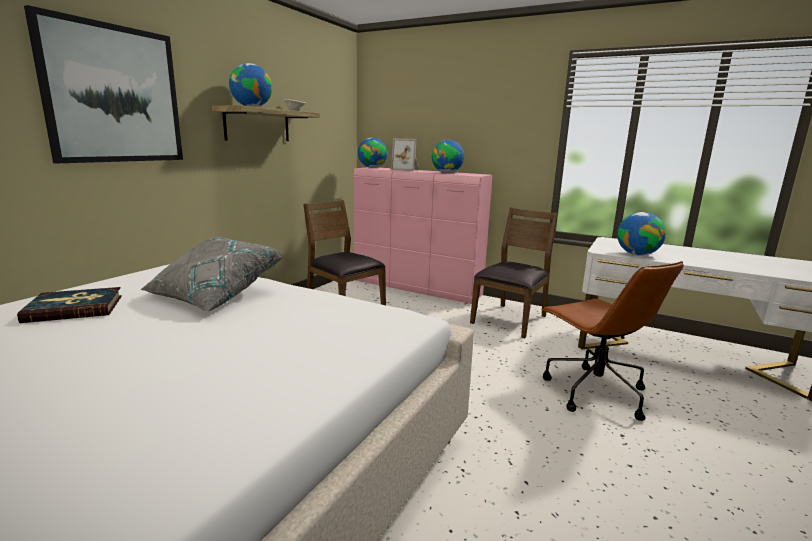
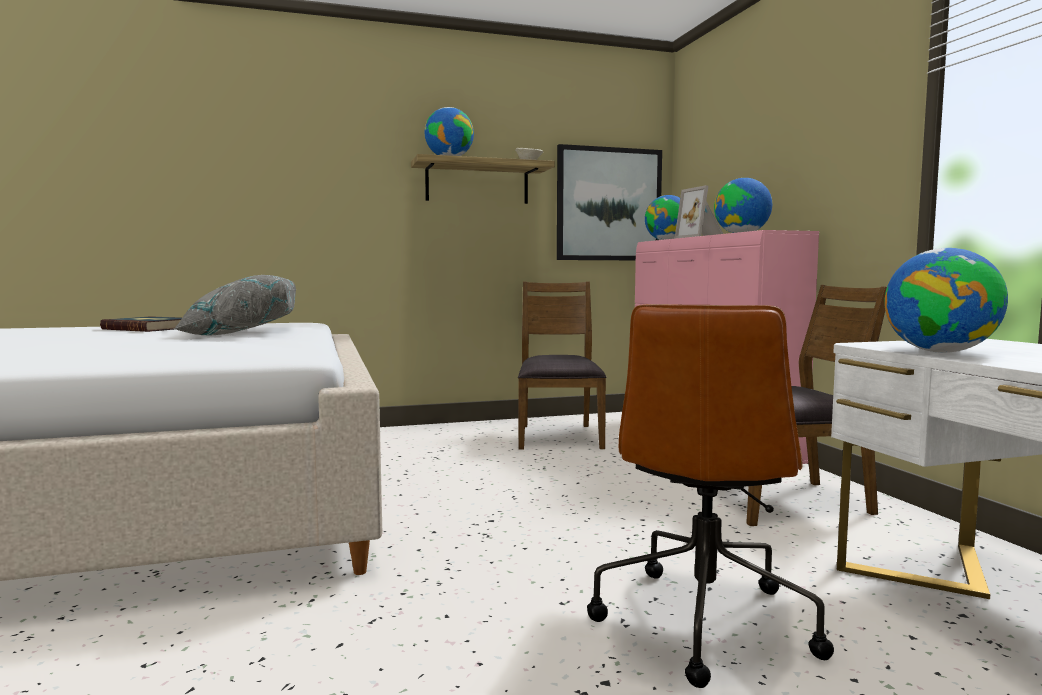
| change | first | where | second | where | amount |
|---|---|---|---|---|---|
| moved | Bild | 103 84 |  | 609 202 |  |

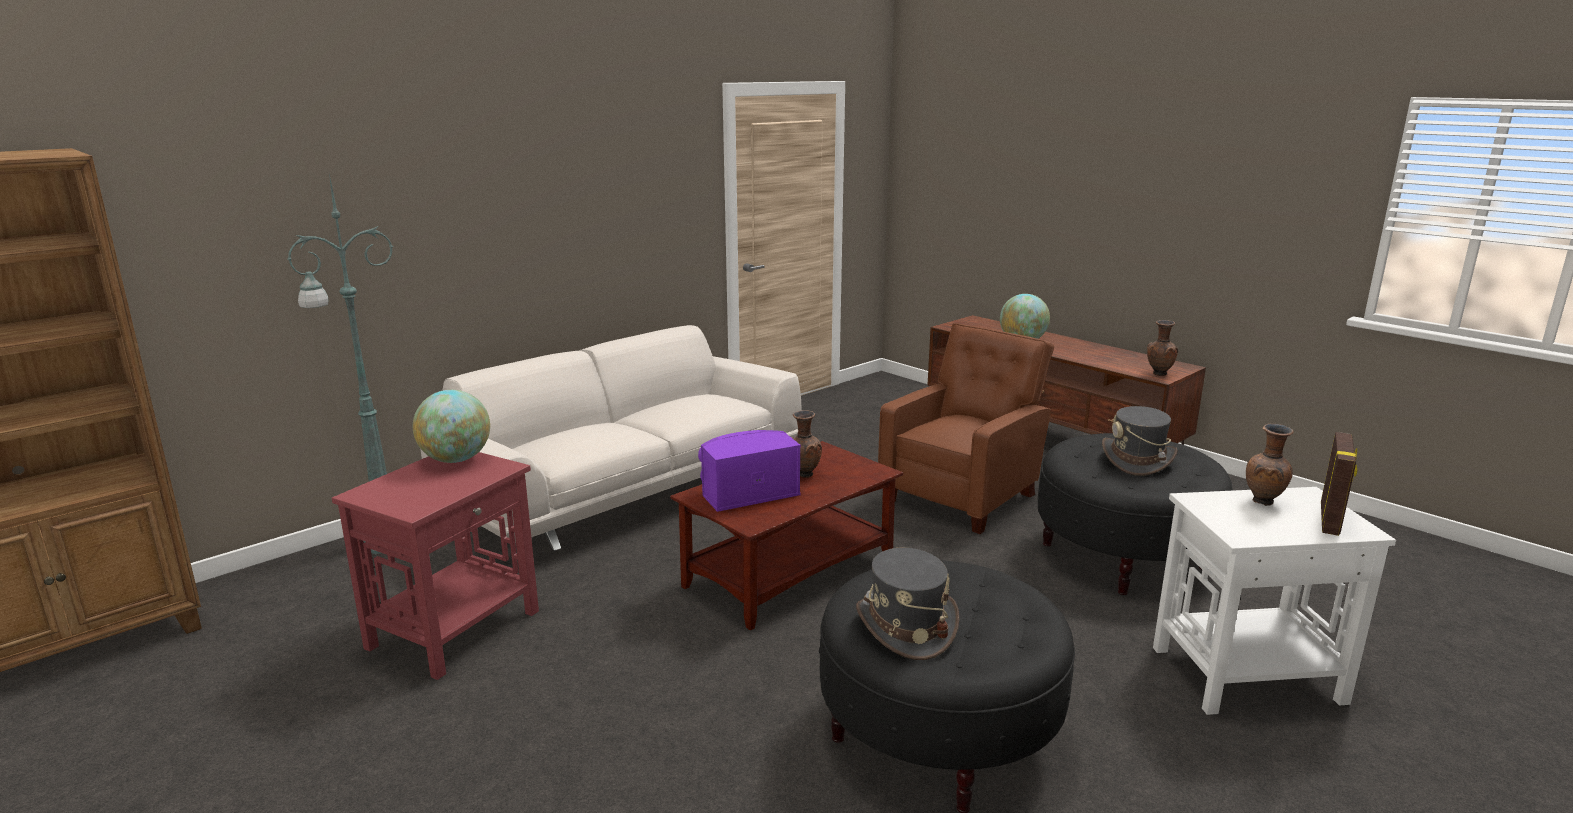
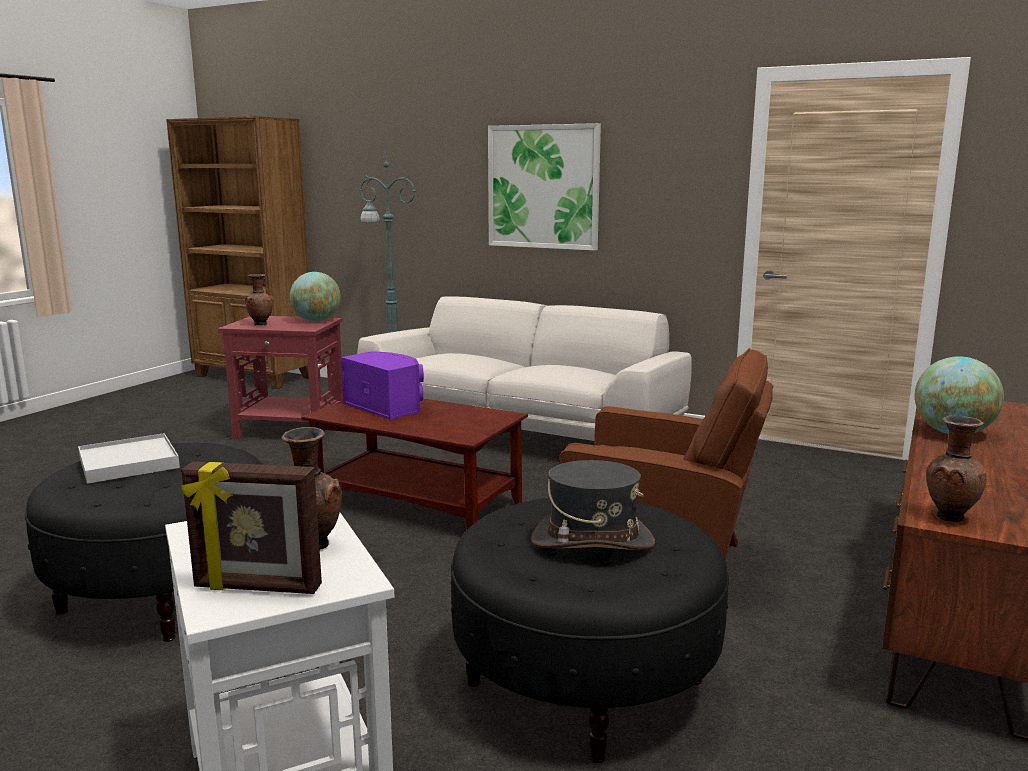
| change | first | where | second | where | amount |
|---|---|---|---|---|---|
| added |  |  | Bild | 544 187 |  |
| moved | Vase (braun) | 806 444 |  | 259 299 |  |
| replaced | Hut (grau) | 908 603 | Tablett (weiß) | 129 458 |  |

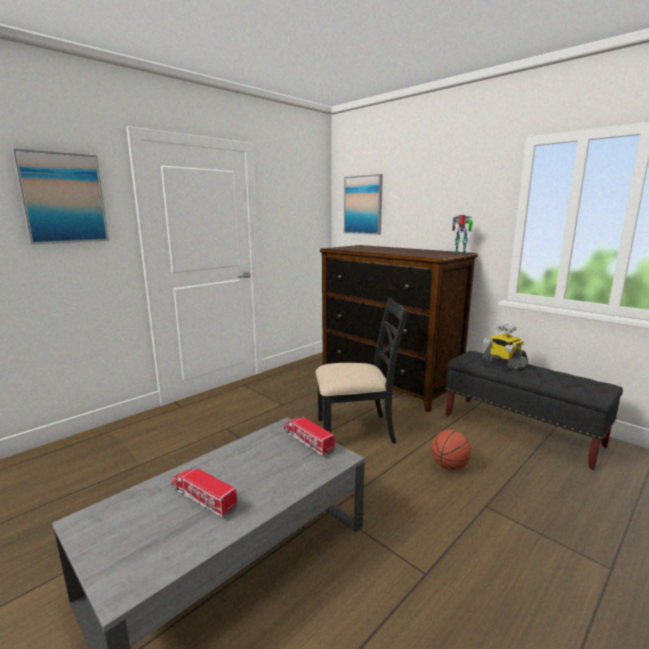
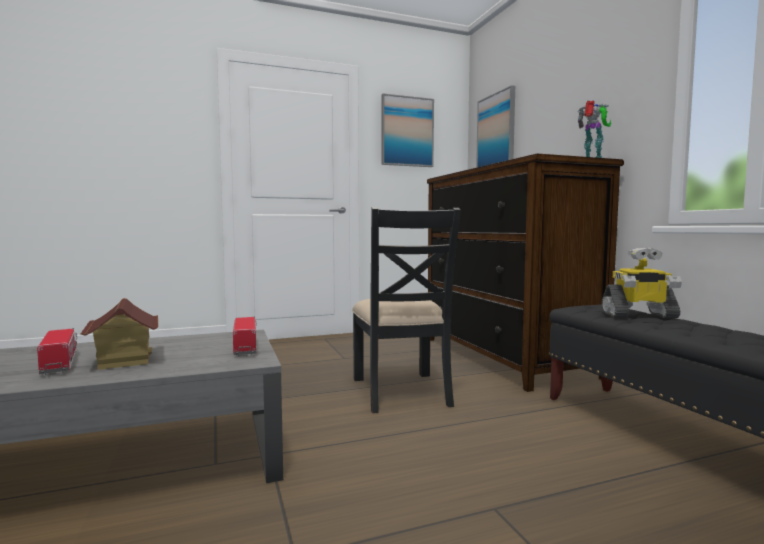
| change | first | where | second | where | amount |
|---|---|---|---|---|---|
| removed | Basketball | 451 450 |  |  |  |
| added |  |  | Spielzeughaus | 119 334 |  |
| moved | Bild | 60 196 |  | 408 130 |  |
| turned | Stuhl (schwarz) | 362 370 |  | 406 310 | 60 degrees clockwise |
| turned | Spielzeugroboter | 505 347 |  | 642 283 | 75 degrees counterclockwise |

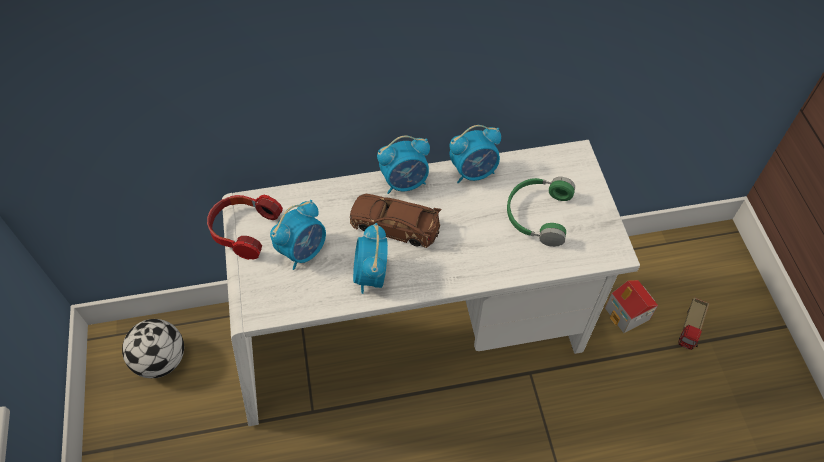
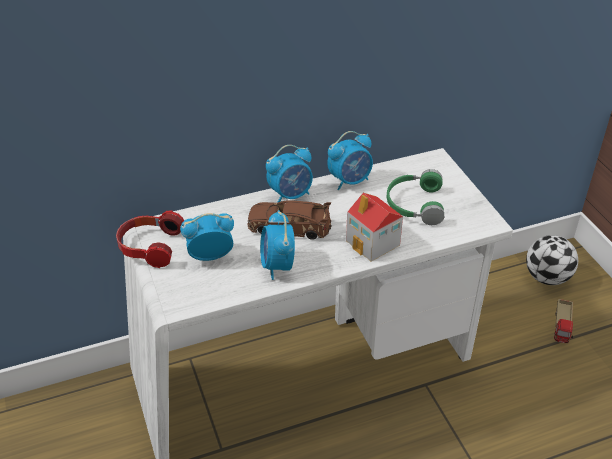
| change | first | where | second | where | amount |
|---|---|---|---|---|---|
| moved | Fußball | 153 348 |  | 552 260 |  |
| moved | Spielzeughaus | 631 307 |  | 374 227 |  |
| turned | Wecker | 298 235 |  | 207 237 | 135 degrees counterclockwise |

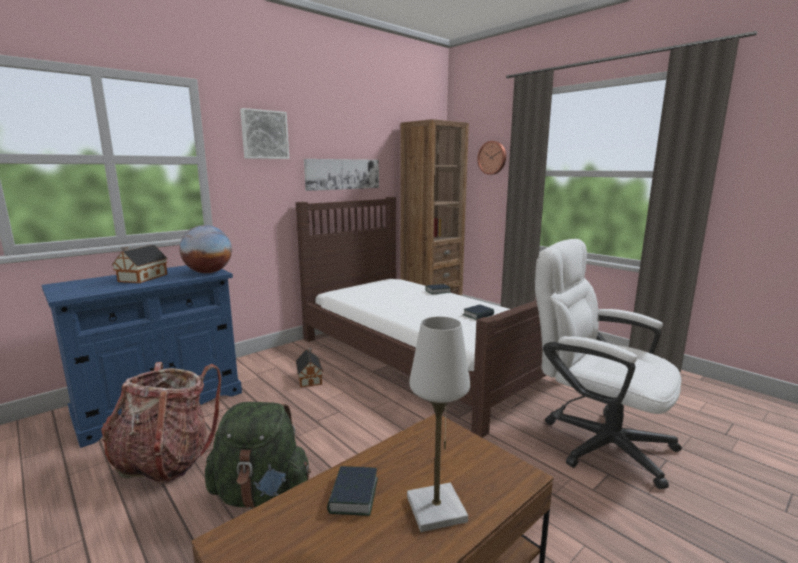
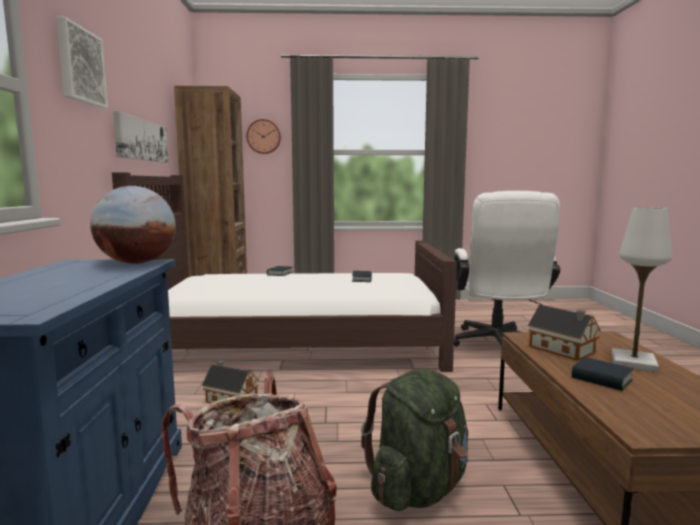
| change | first | where | second | where | amount |
|---|---|---|---|---|---|
| moved | Spielzeughaus | 140 264 |  | 564 333 |  |
| turned | Bürostuhl (weiß) | 608 364 |  | 507 268 | 75 degrees counterclockwise |

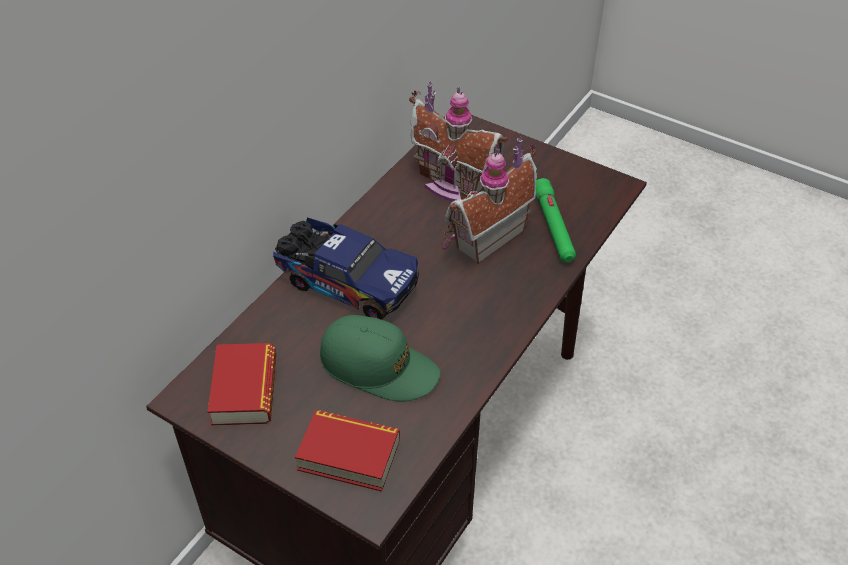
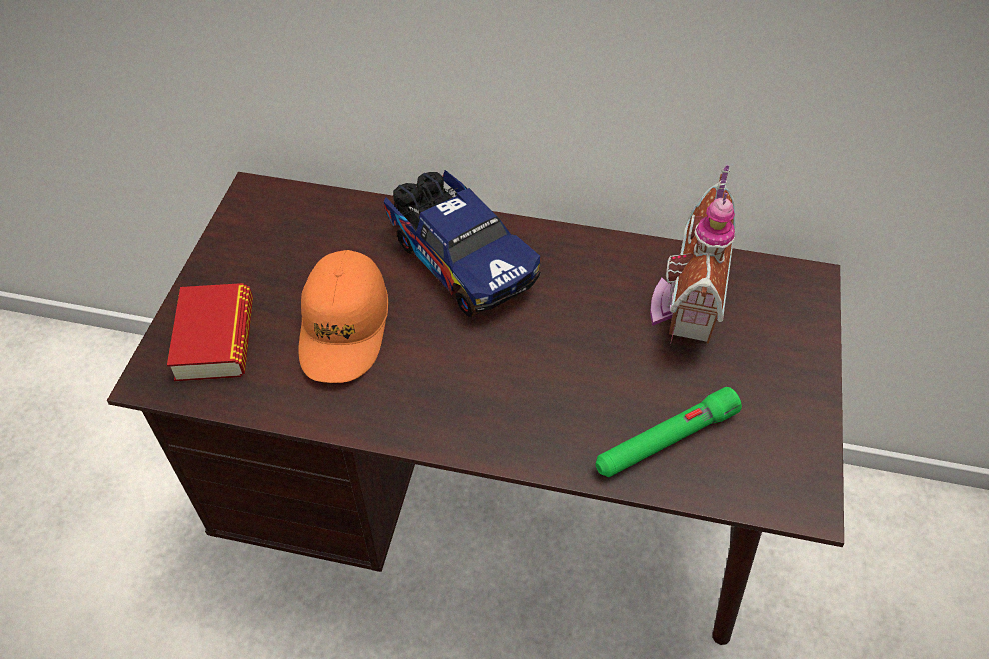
| change | first | where | second | where | amount |
|---|---|---|---|---|---|
| removed | Buch | 242 384 |  |  |  |
| removed | Spielzeughaus | 489 200 |  |  |  |
| recoloured | Kappe (grün) | 380 358 | Kappe (orange) | 343 316 |  |
| turned | Spielzeuglaster | 346 269 |  | 462 244 | 45 degrees counterclockwise |

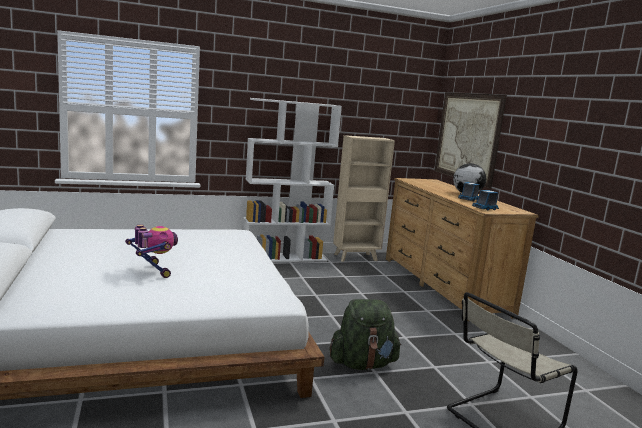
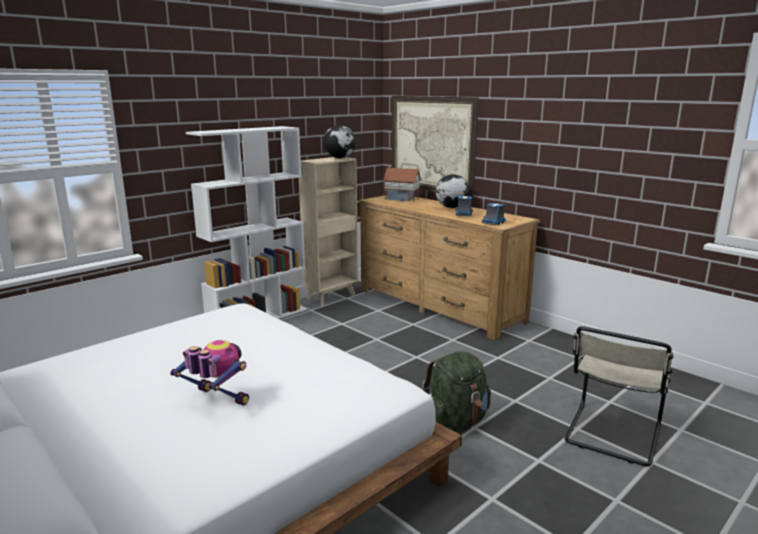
| change | first | where | second | where | amount |
|---|---|---|---|---|---|
| added |  |  | Globus | 339 141 |  |
| added |  |  | Spielzeughaus | 402 185 |  |

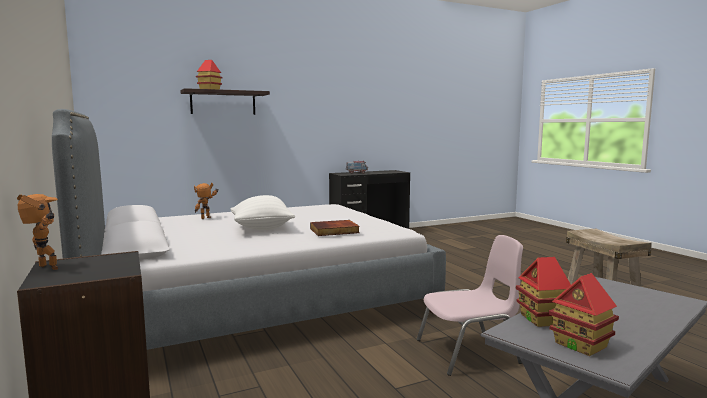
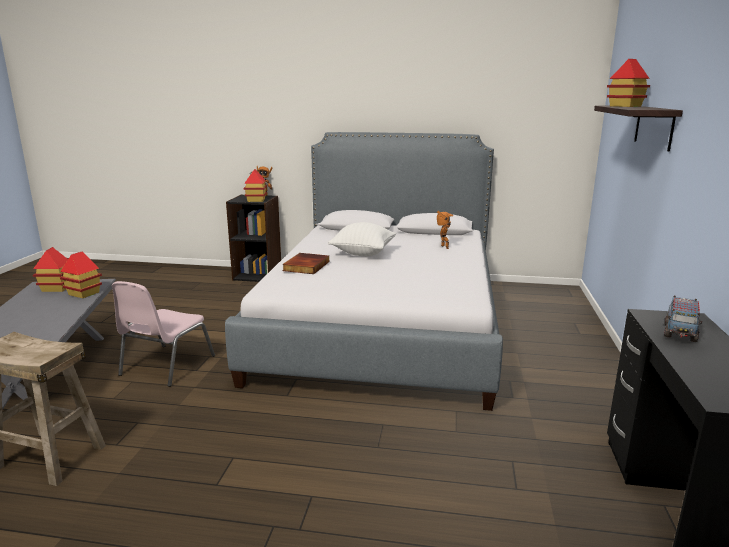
| change | first | where | second | where | amount |
|---|---|---|---|---|---|
| added |  |  | Spielzeughaus | 255 185 |  |

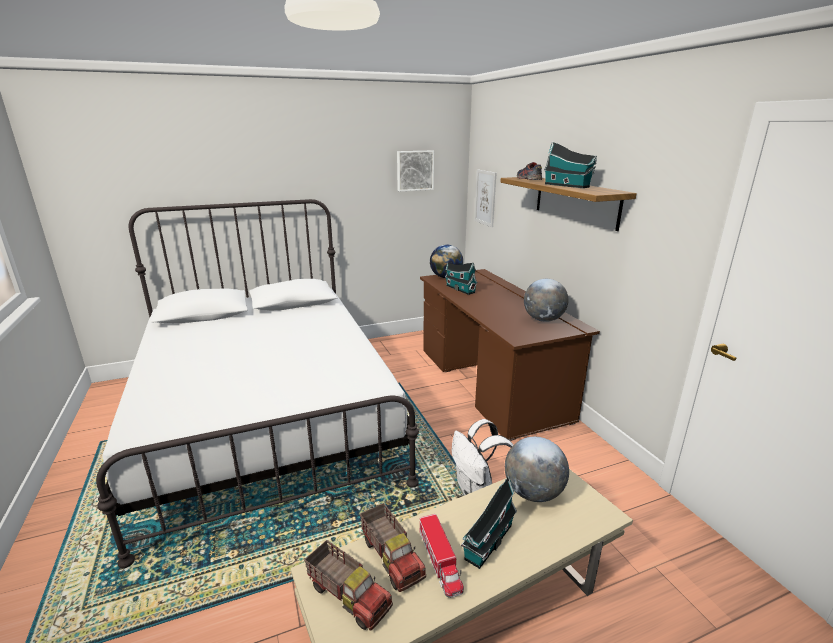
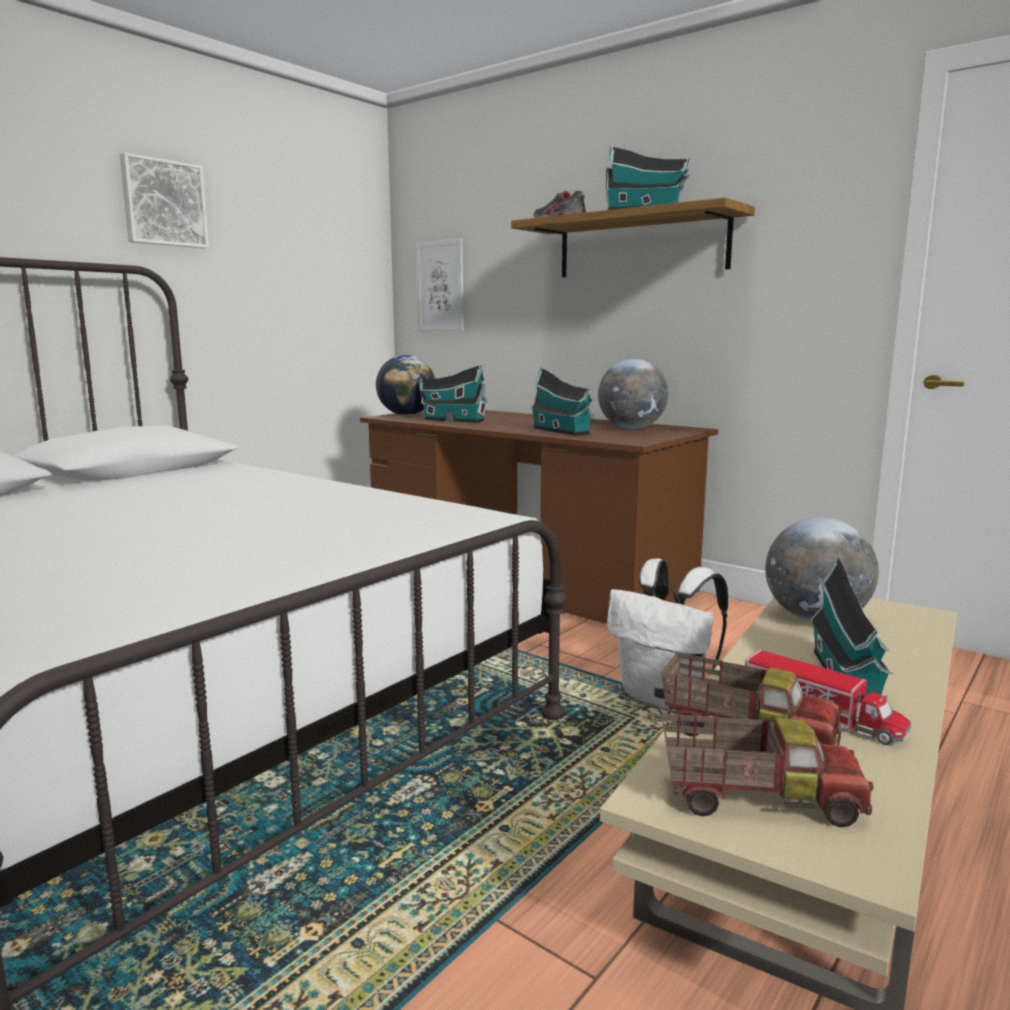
| change | first | where | second | where | amount |
|---|---|---|---|---|---|
| added |  |  | Spielzeughaus | 561 401 |  |
| moved | Bild | 415 171 |  | 164 200 |  |

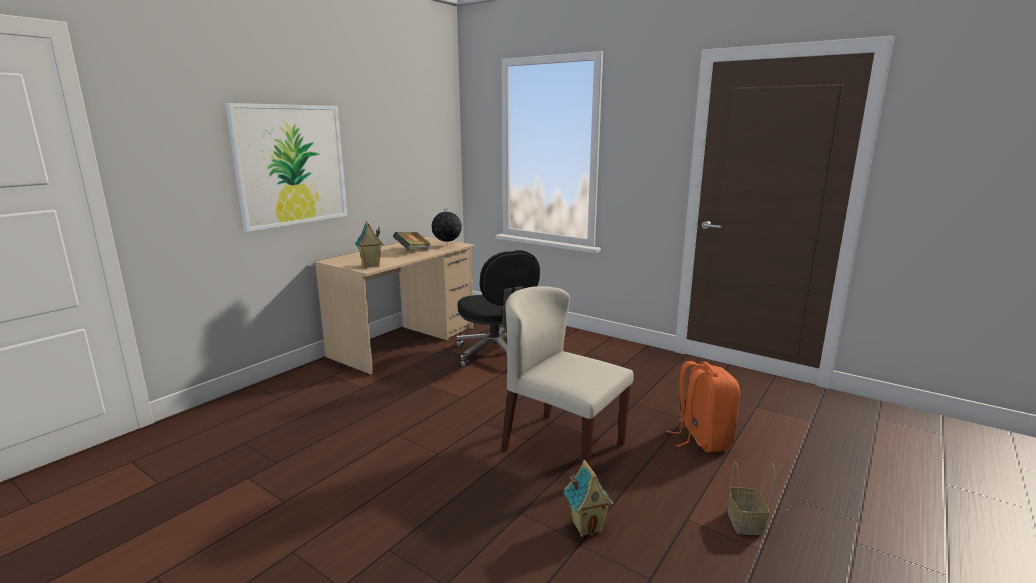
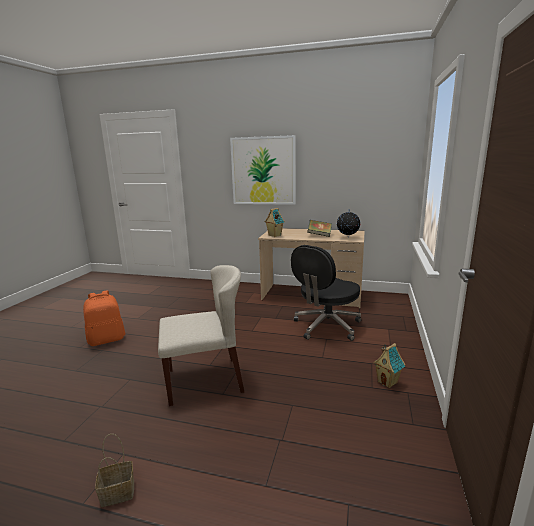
| change | first | where | second | where | amount |
|---|---|---|---|---|---|
| moved | Spielzeughaus | 589 498 |  | 389 365 |  |
| moved | Rucksack (orange) | 703 406 |  | 104 318 |  |
| turned | Stuhl (beige) | 567 376 |  | 201 335 | 60 degrees clockwise |

